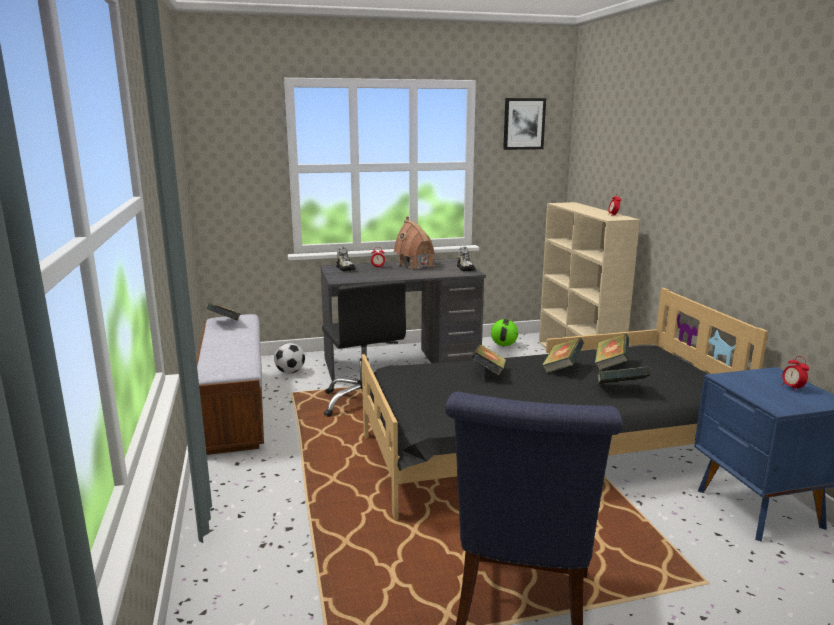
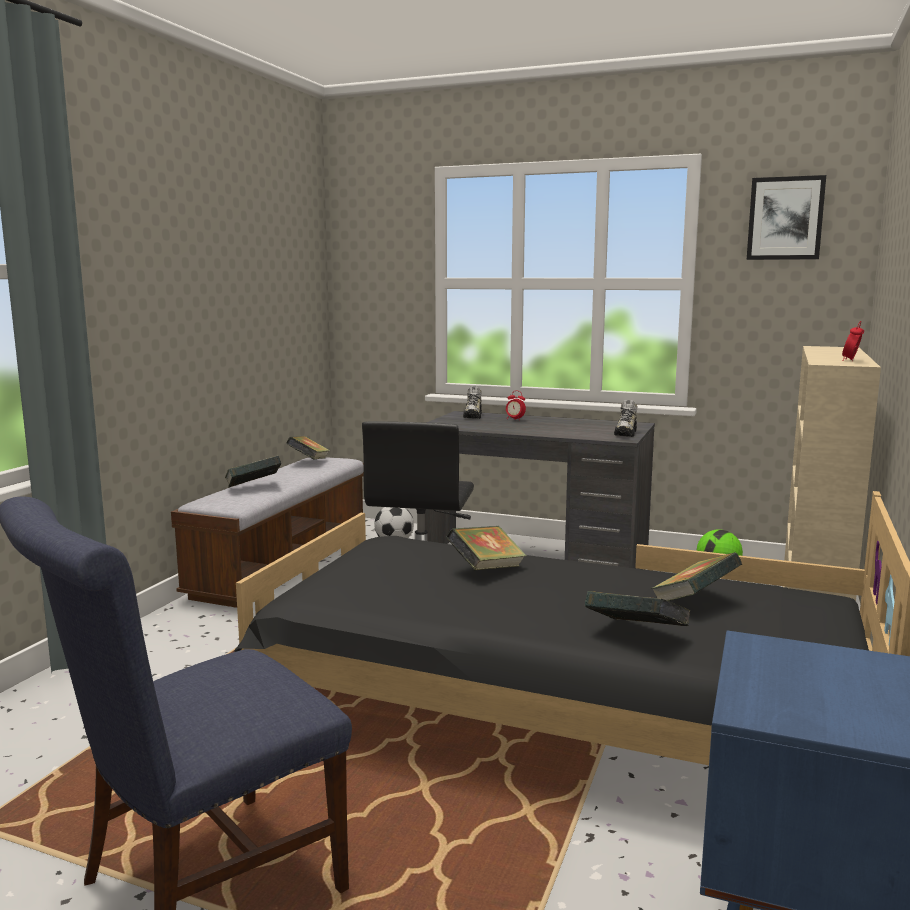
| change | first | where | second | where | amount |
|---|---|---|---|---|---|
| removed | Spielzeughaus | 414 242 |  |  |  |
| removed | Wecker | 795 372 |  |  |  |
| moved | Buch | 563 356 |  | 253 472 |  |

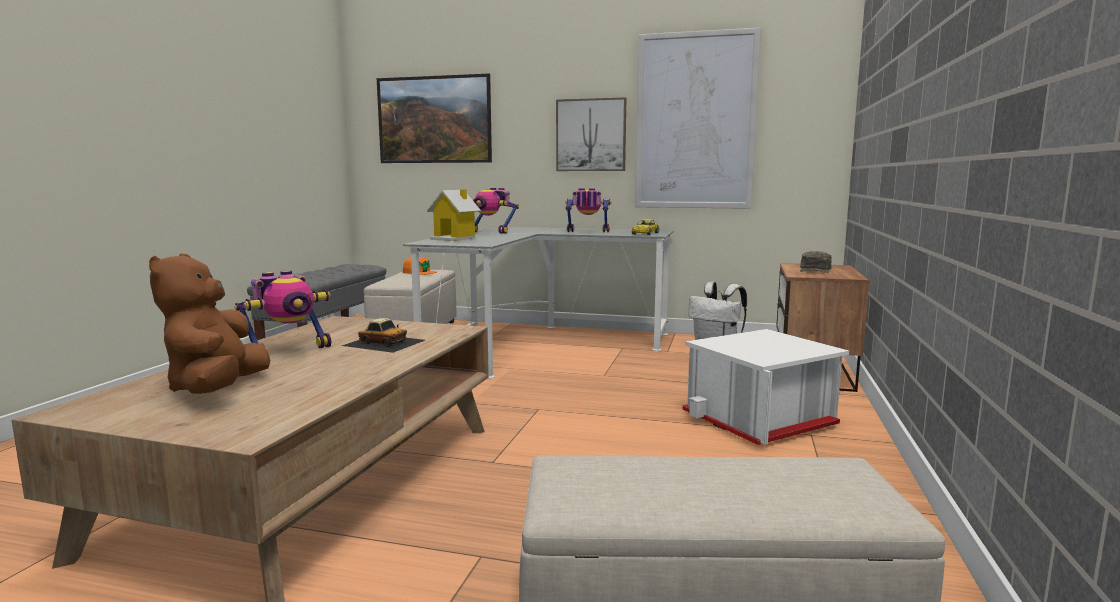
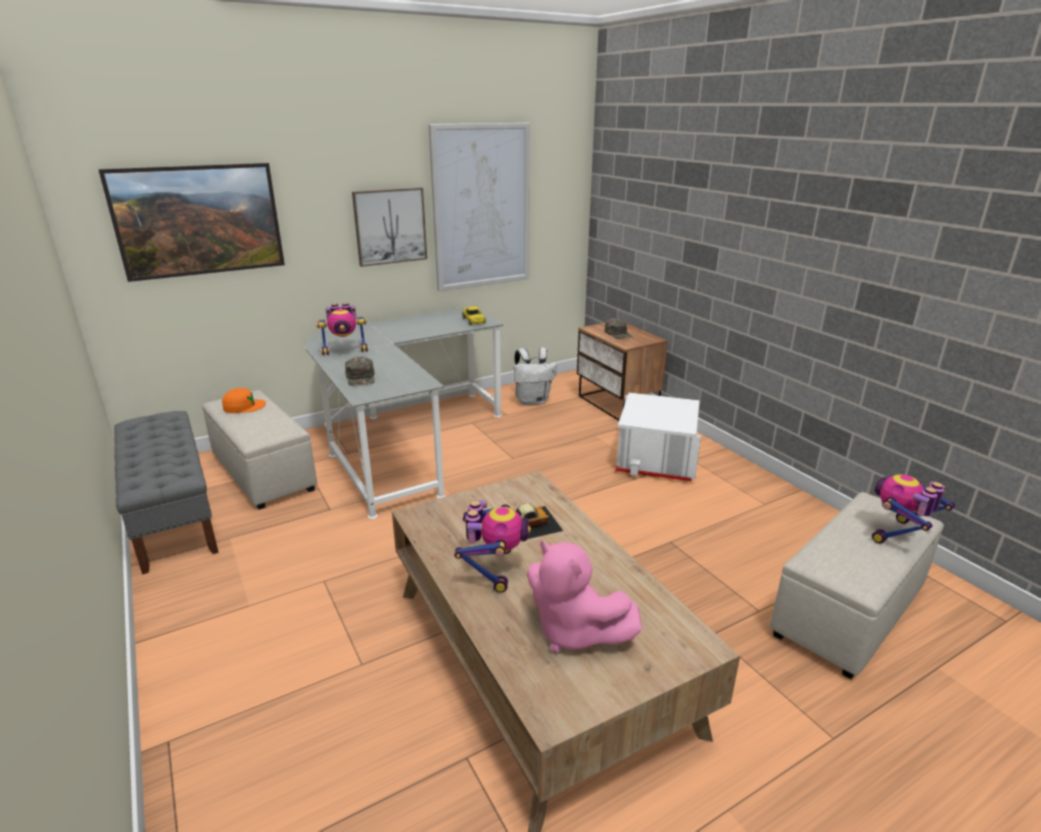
| change | first | where | second | where | amount |
|---|---|---|---|---|---|
| moved | Spielzeugroboter | 588 210 |  | 913 509 |  |
| replaced | Spielzeughaus | 454 215 | Kappe (grün) | 360 371 |  |
| recoloured | Plüschtier (braun) | 210 324 | Plüschtier (rosa) | 584 596 |  |

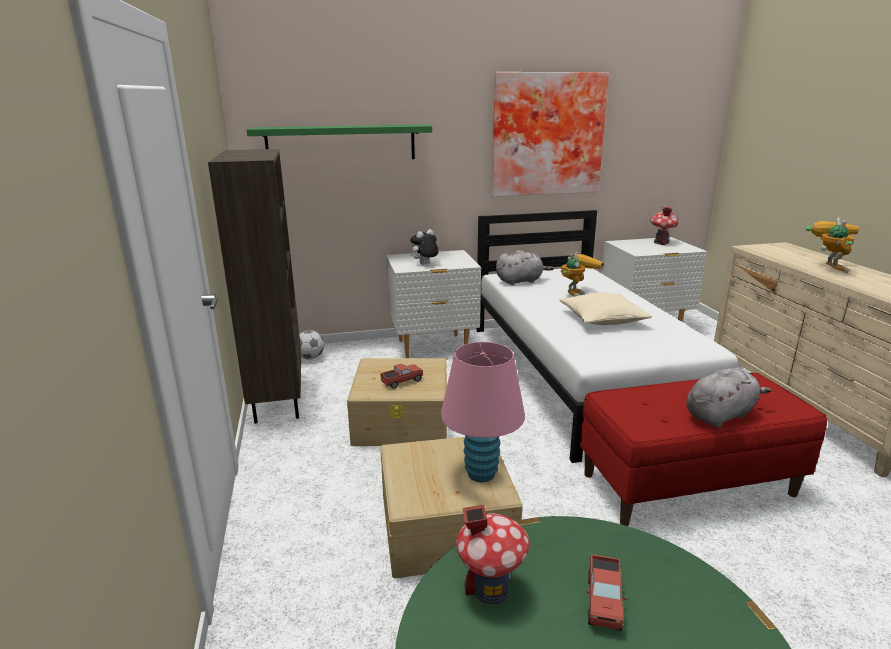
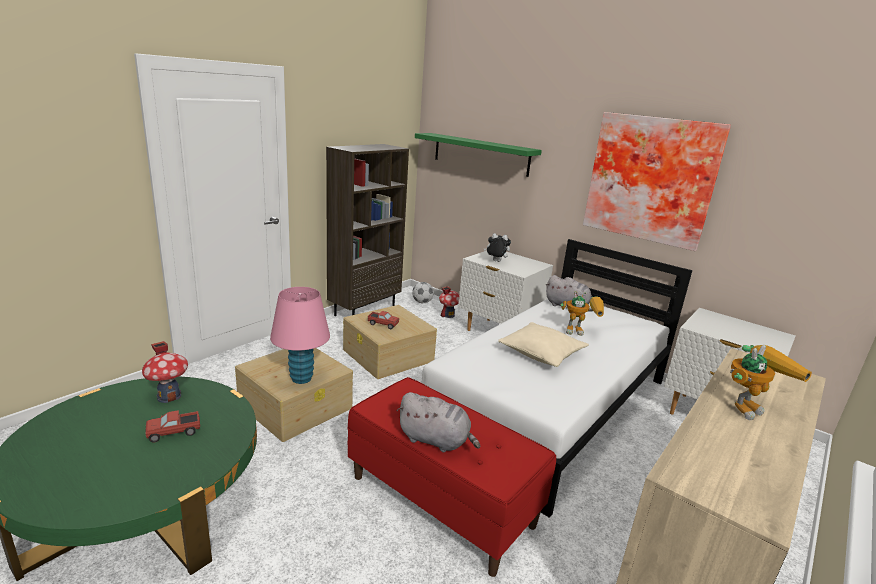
| change | first | where | second | where | amount |
|---|---|---|---|---|---|
| moved | Spielzeughaus | 664 226 |  | 449 302 |  |

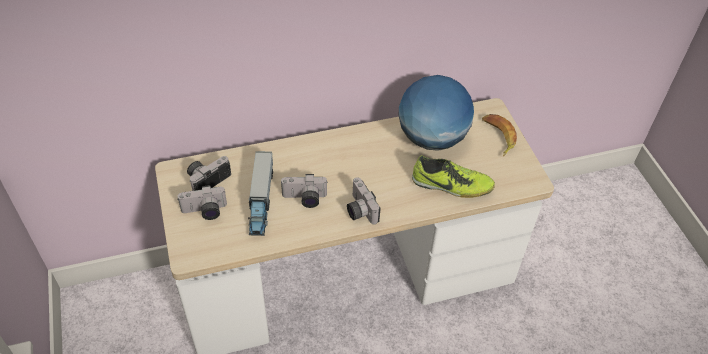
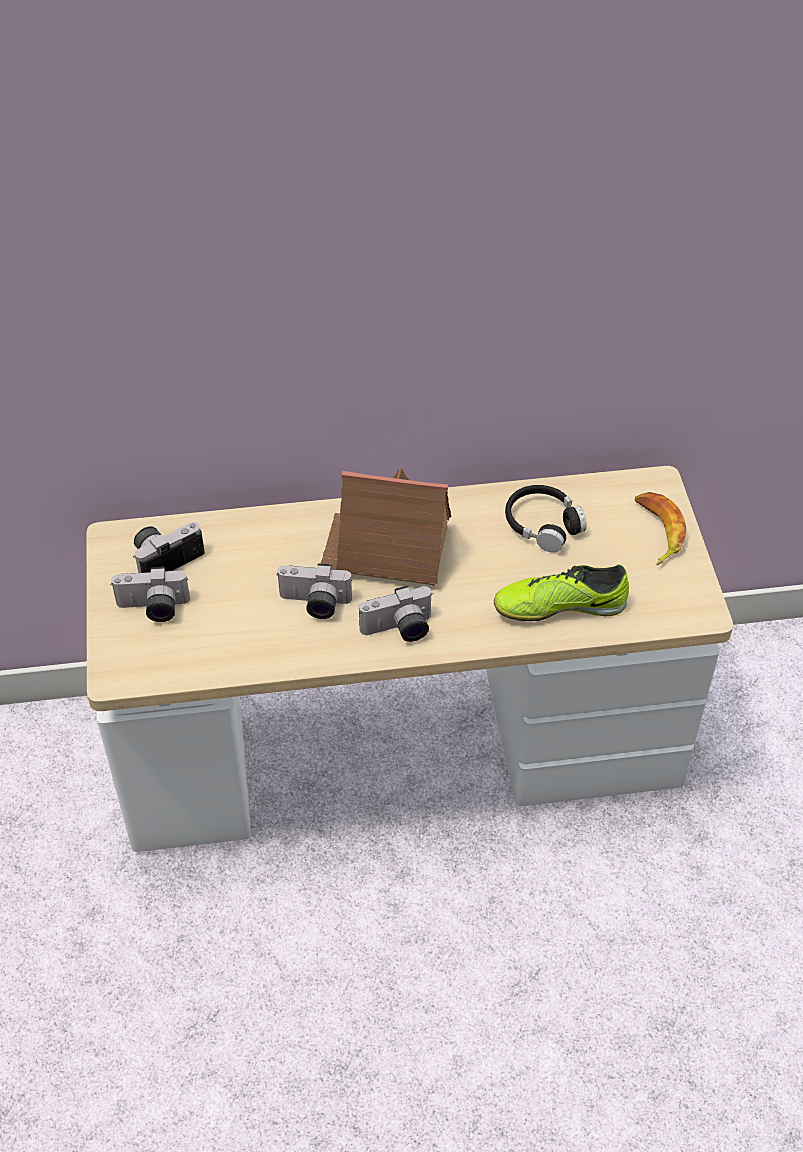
| change | first | where | second | where | amount |
|---|---|---|---|---|---|
| removed | Spielzeuglaster | 260 193 |  |  |  |
| added |  |  | Spielzeughaus | 386 527 |  |
| replaced | Globus | 436 113 | Kopfhörer (schwarz) | 546 518 |  |
| turned | Kamera | 364 201 |  | 396 614 | 90 degrees counterclockwise |
| turned | Schuh | 453 176 |  | 561 592 | 150 degrees clockwise |

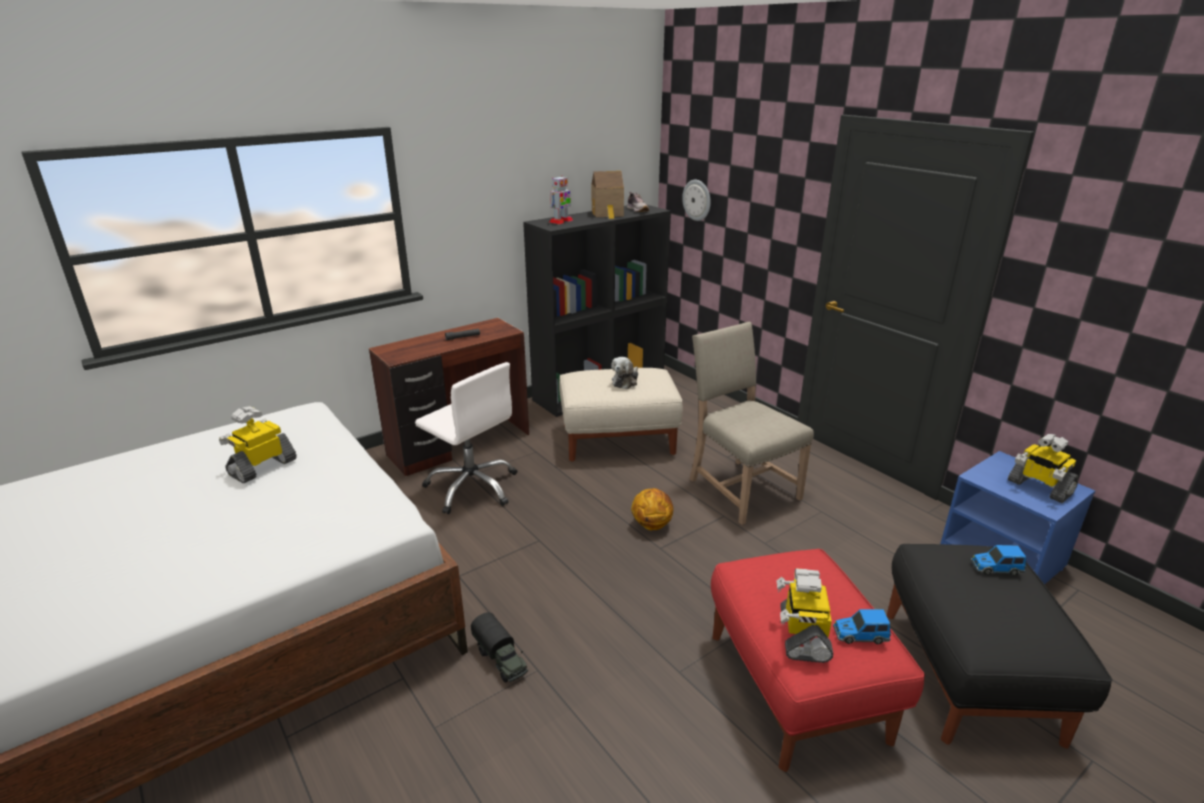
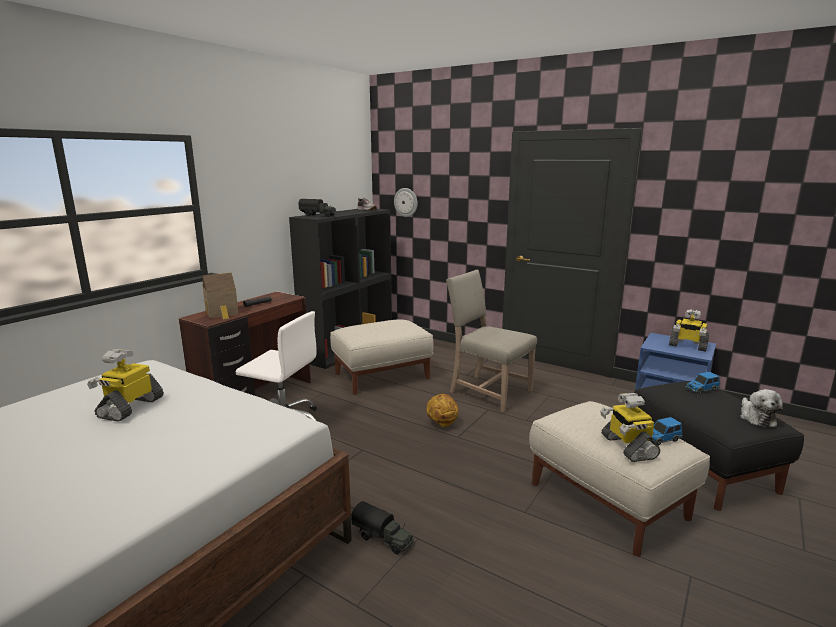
| change | first | where | second | where | amount |
|---|---|---|---|---|---|
| moved | Spielzeughaus | 608 195 |  | 221 296 |  |
| moved | Plüschtier | 624 373 |  | 761 408 |  |
| replaced | Spielzeugroboter | 561 200 | Spielzeuglaster | 317 208 |  |
| recoloured | Polsterhocker (rot) | 818 660 | Polsterhocker (beige) | 619 479 |  |

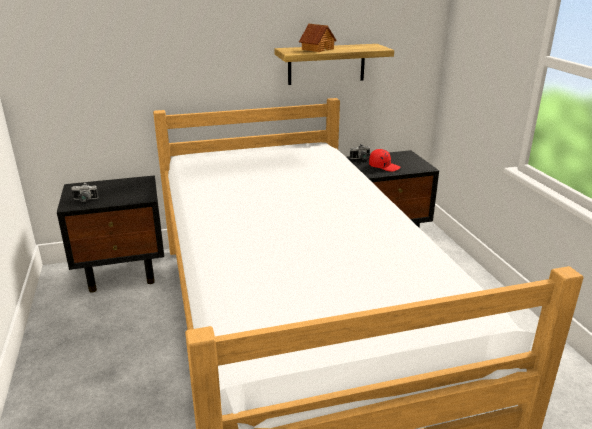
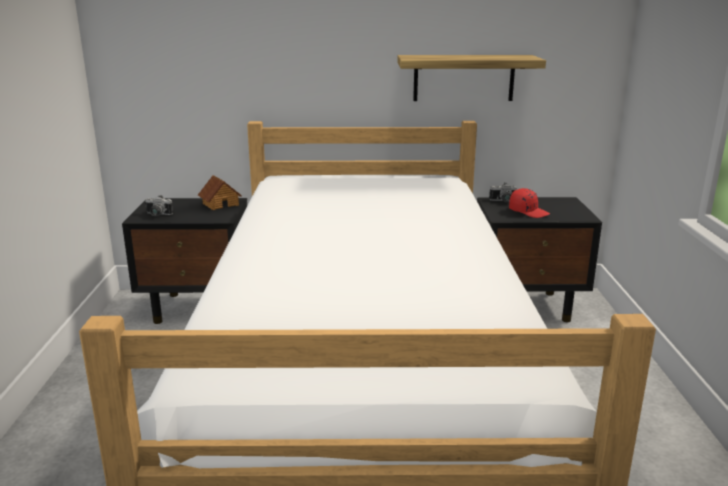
| change | first | where | second | where | amount |
|---|---|---|---|---|---|
| moved | Spielzeughaus | 318 38 |  | 220 192 |  |

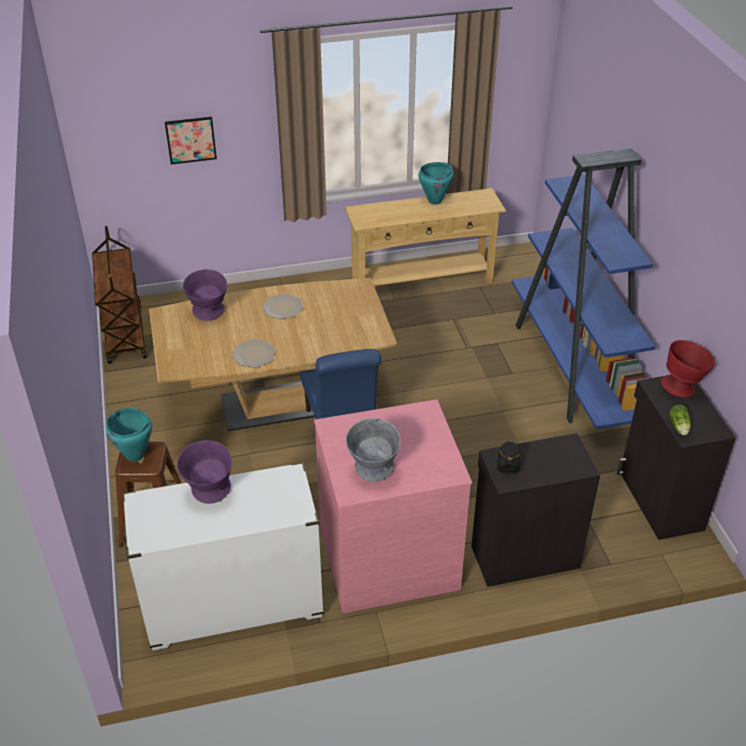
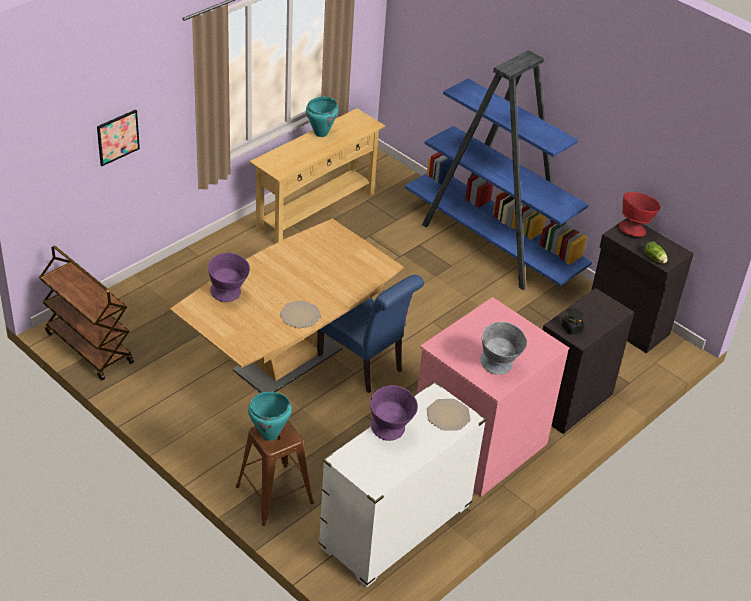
| change | first | where | second | where | amount |
|---|---|---|---|---|---|
| moved | Teller | 283 306 |  | 449 414 |  |

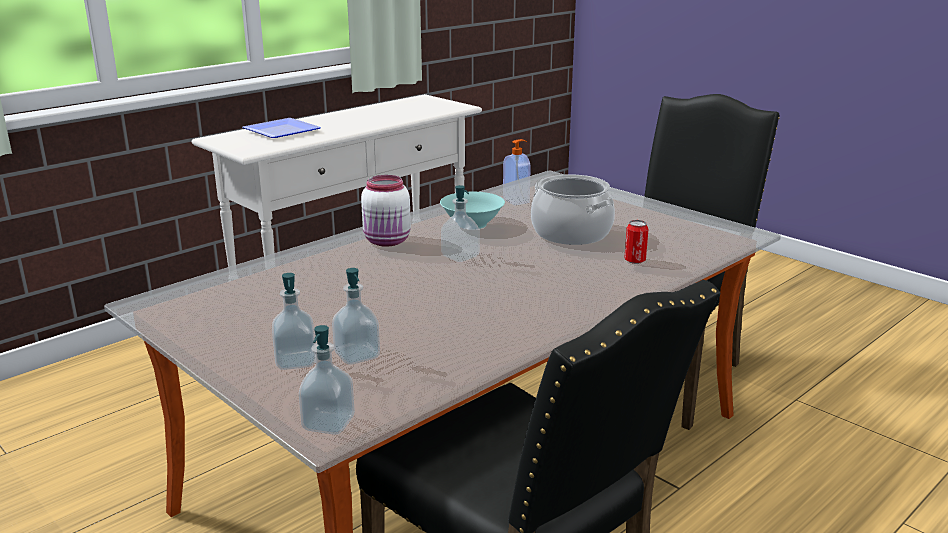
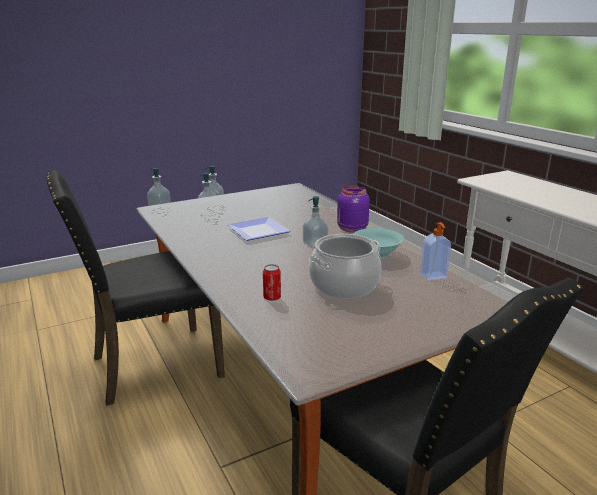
| change | first | where | second | where | amount |
|---|---|---|---|---|---|
| moved | Teller | 281 128 |  | 259 229 |  |
| recoloured | Vorratsglas (weiß) | 386 211 | Vorratsglas (lila) | 353 209 |  |

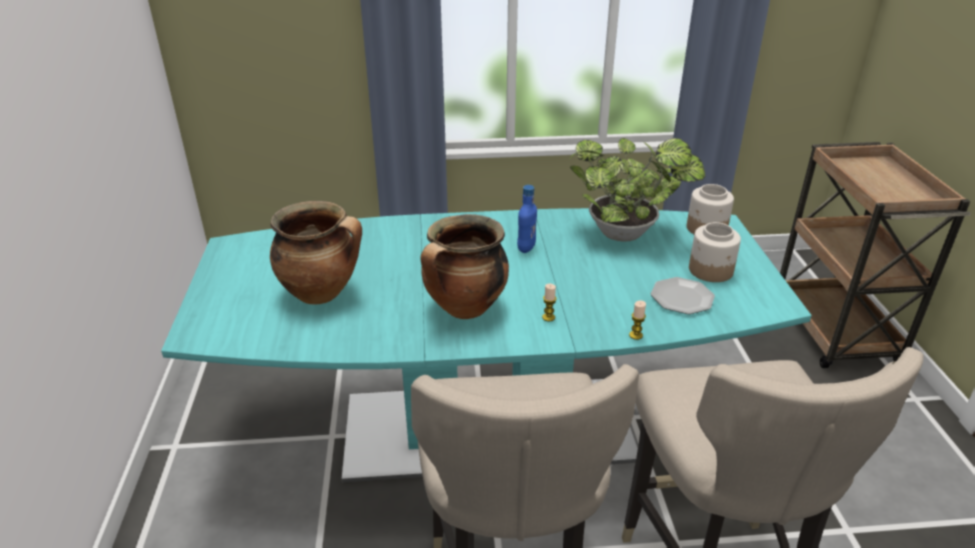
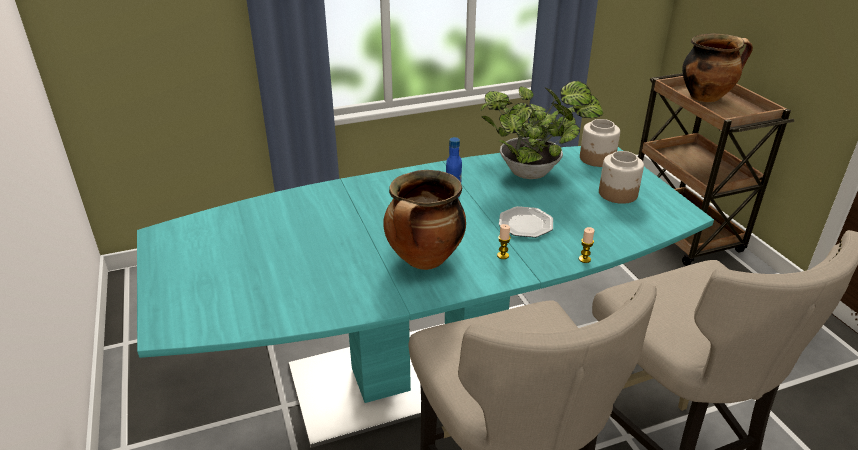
| change | first | where | second | where | amount |
|---|---|---|---|---|---|
| moved | Kochtopf | 316 253 |  | 717 68 |  |
| moved | Teller | 683 295 |  | 526 222 |  |

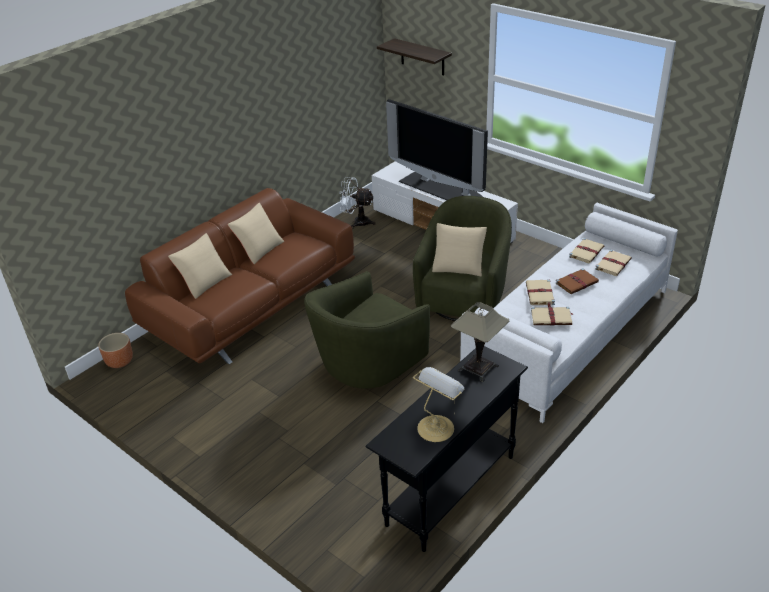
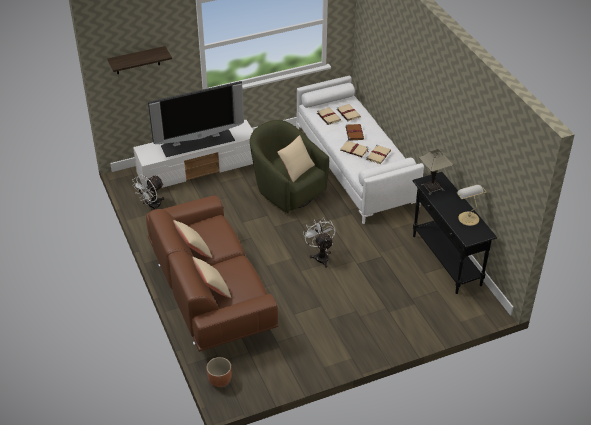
| change | first | where | second | where | amount |
|---|---|---|---|---|---|
| replaced | Sessel (grün) | 367 330 | Ventilator (weiß) | 320 243 |  |

